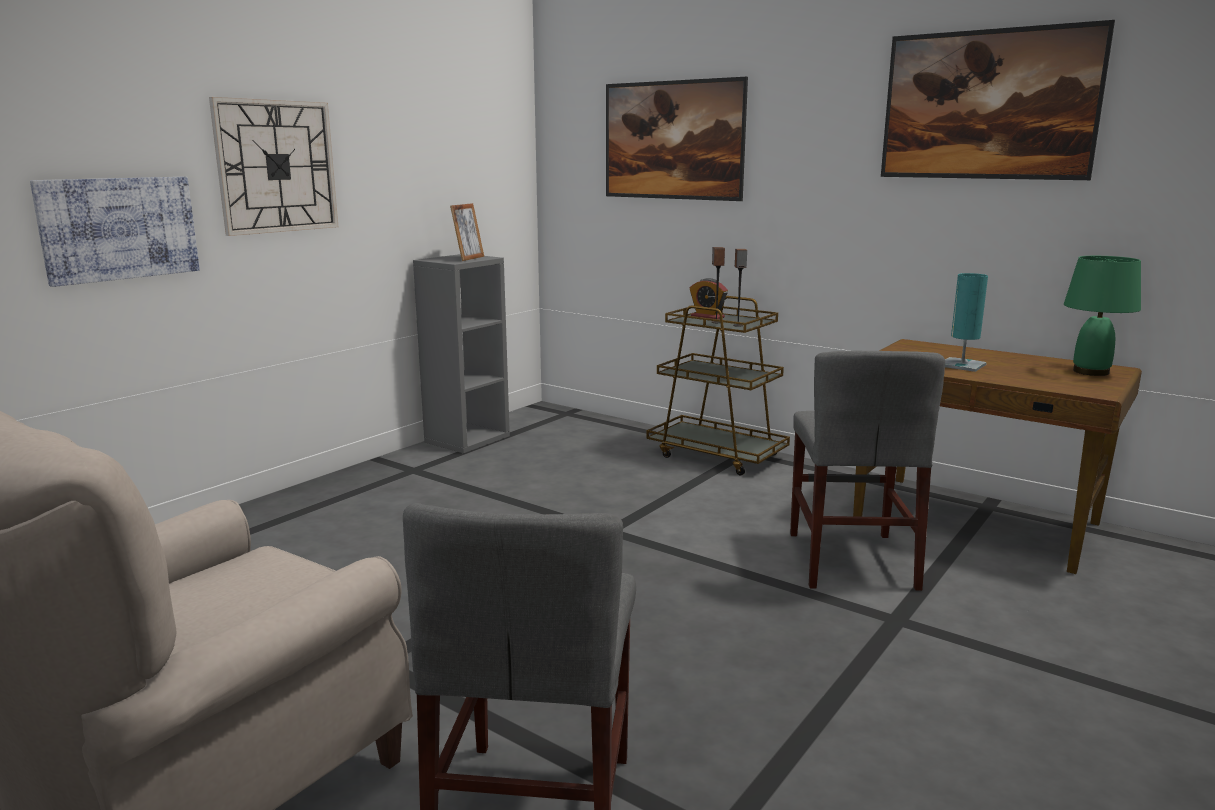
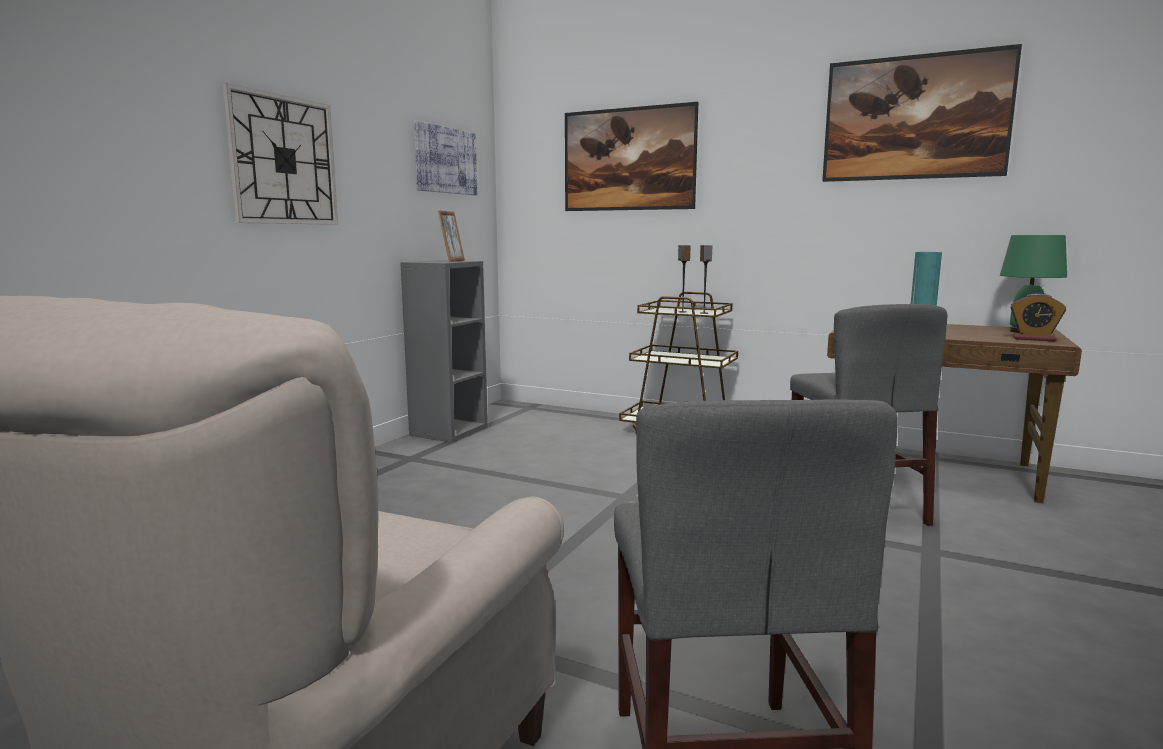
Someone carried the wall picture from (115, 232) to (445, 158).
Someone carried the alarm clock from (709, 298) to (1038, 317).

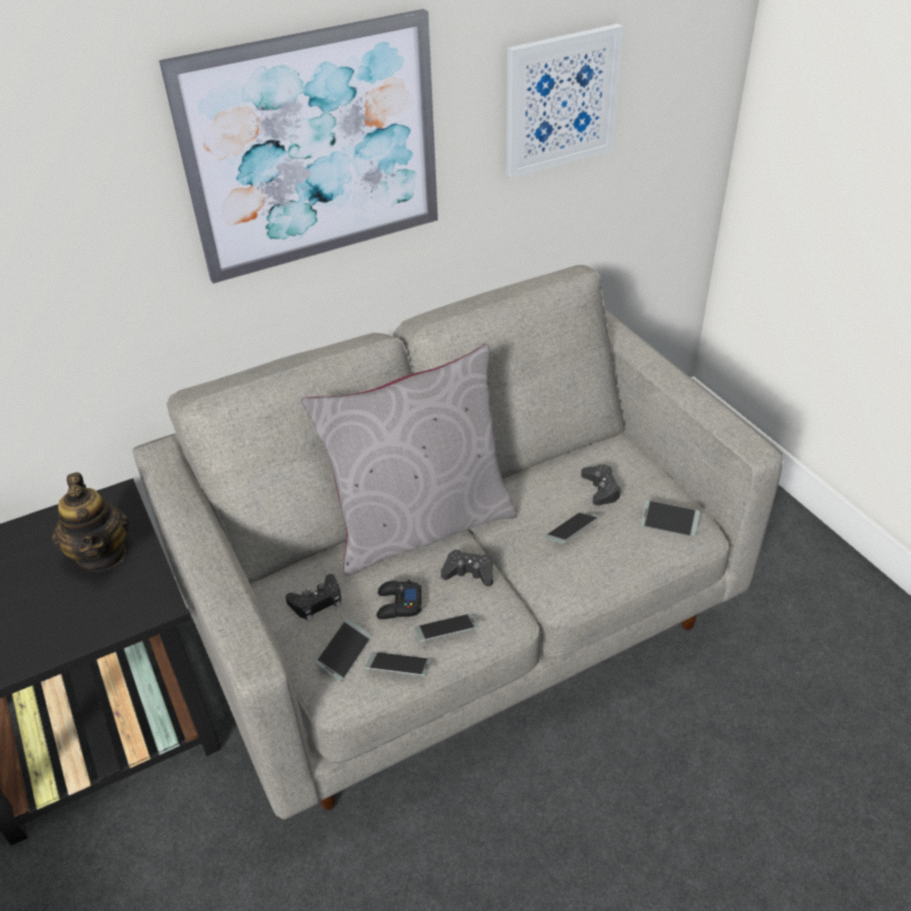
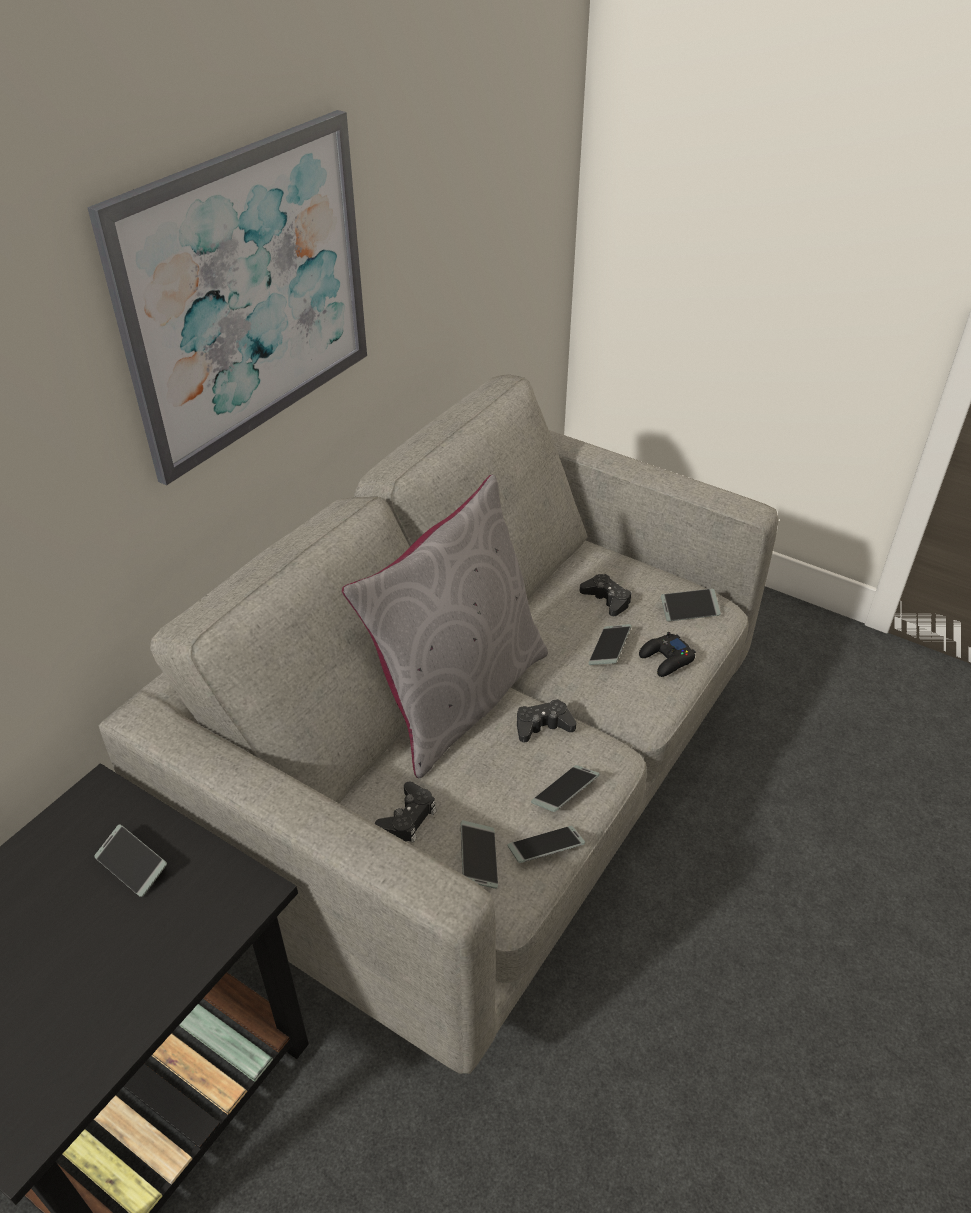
Someone took away the wall picture at (564, 101).
Someone carried the black-coloured game controller from (399, 599) to (667, 654).
Someone swapped the pot for tea at (90, 522) for the phone at (130, 861).

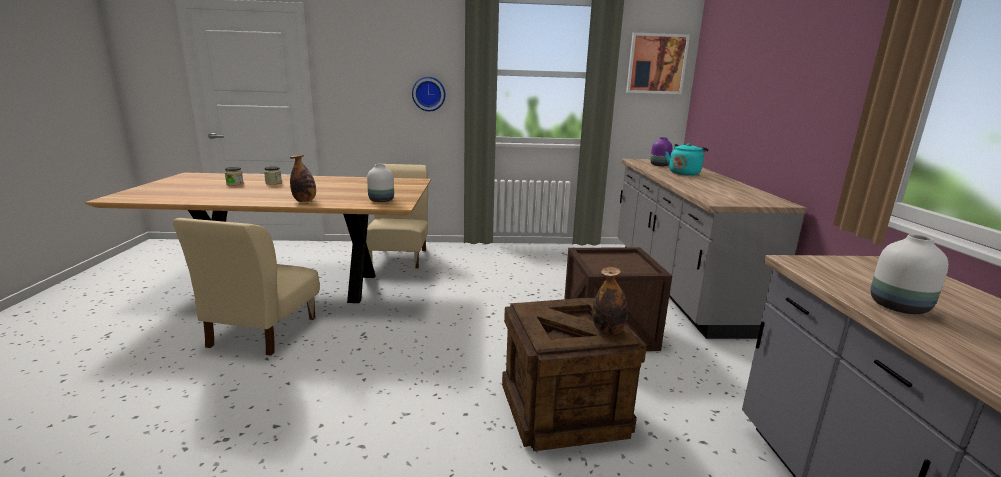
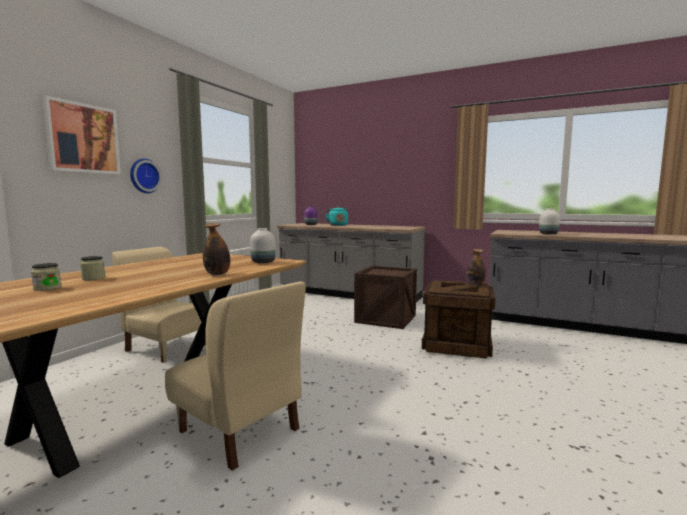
Someone carried the wall picture from (658, 63) to (82, 135).

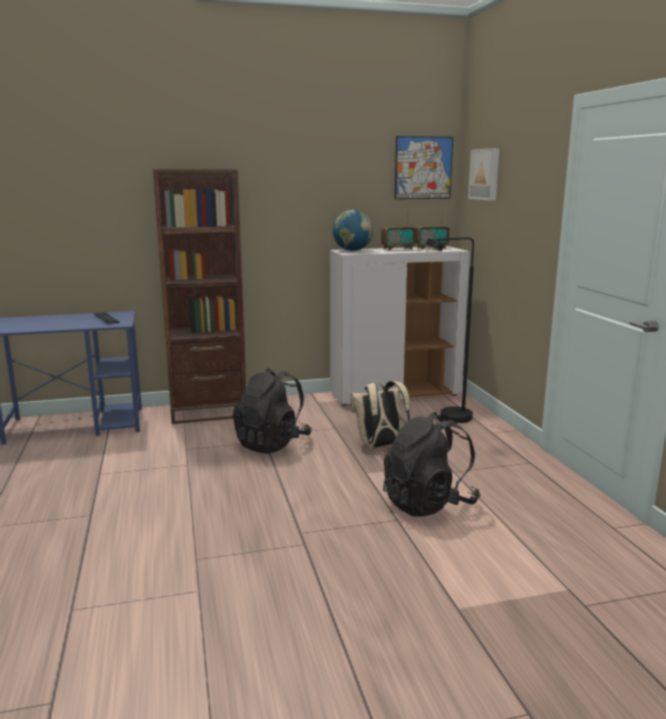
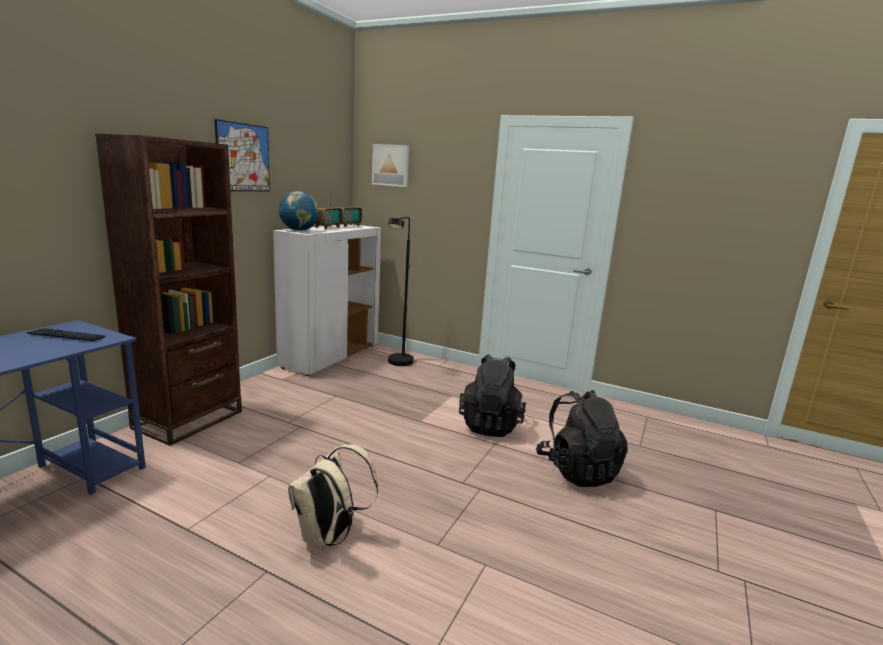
Someone carried the black-coloured rucksack from (272, 411) to (582, 438).
Someone carried the beige rucksack from (380, 414) to (333, 496).
Someone carried the wall picture from (423, 167) to (242, 155).

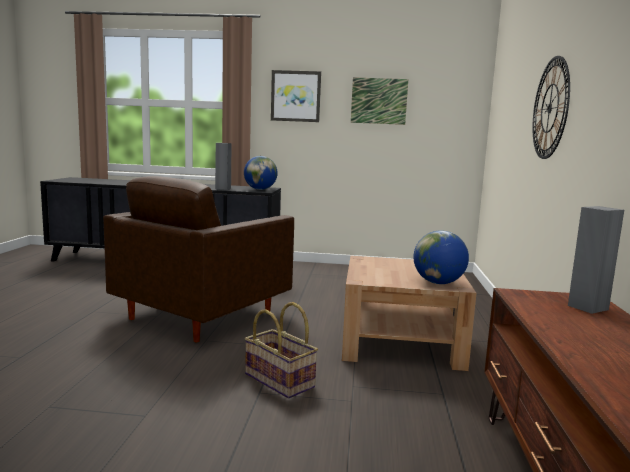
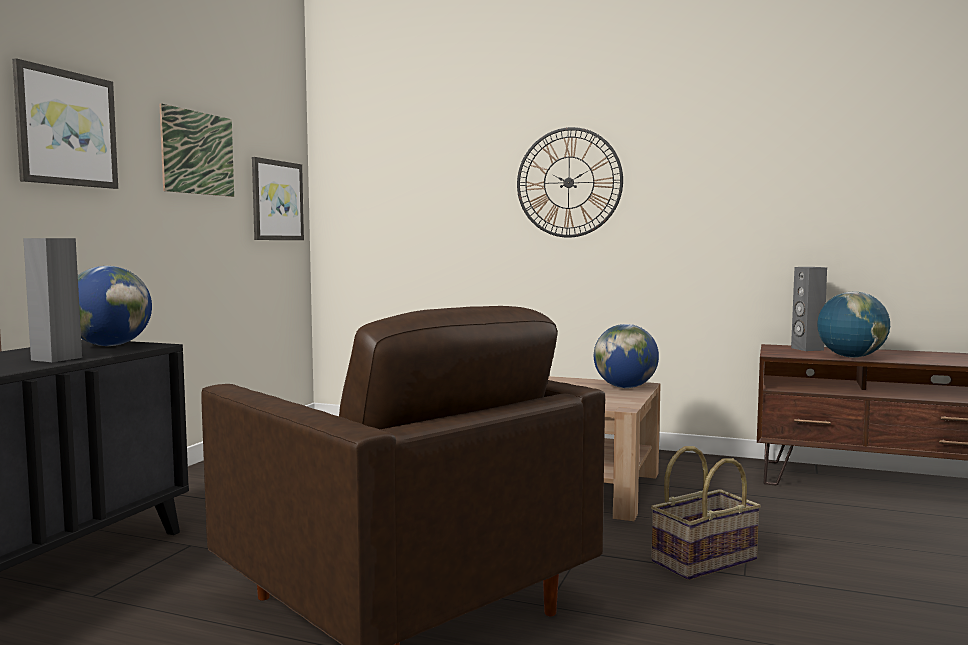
Someone put up the wall picture at (278, 198).
Someone put down the world globe at (853, 324).

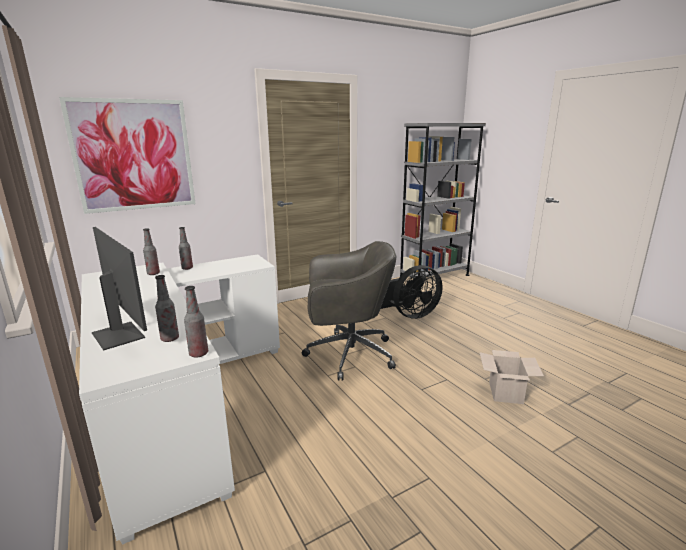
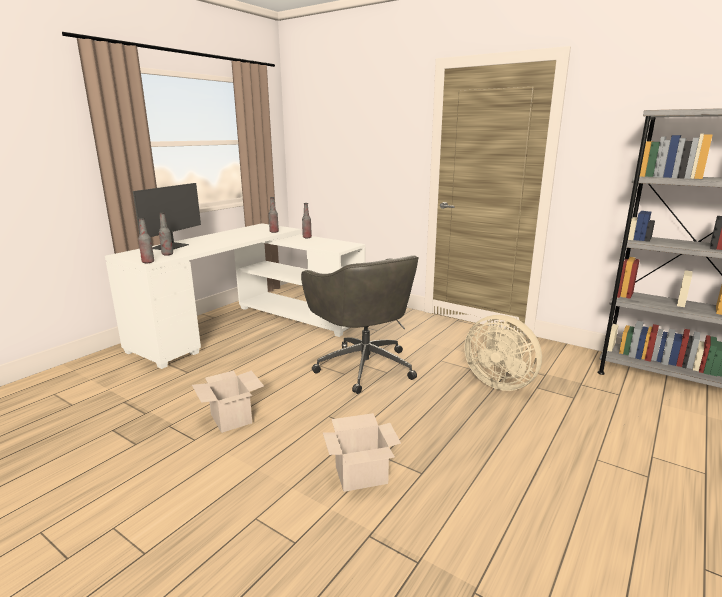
Someone took away the wall picture at (127, 155).
Someone put down the carton at (228, 402).
Someone repainted the black-coloured fan at (412, 292), which became the beige fan at (503, 353).

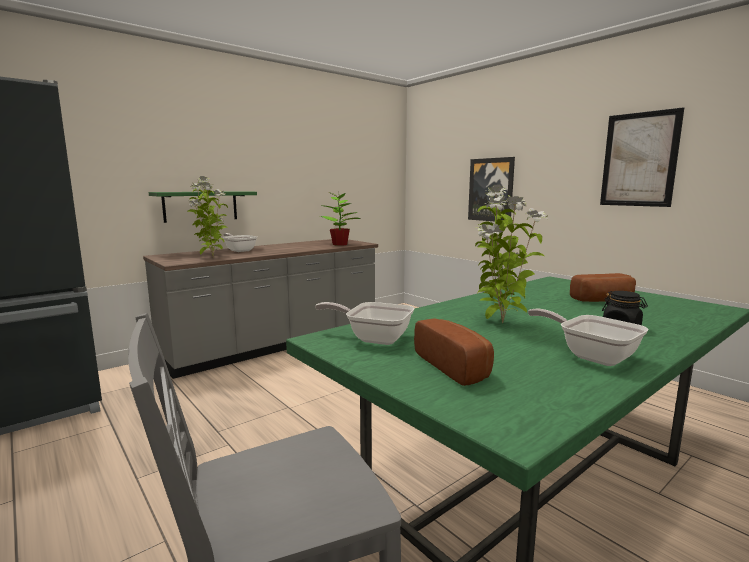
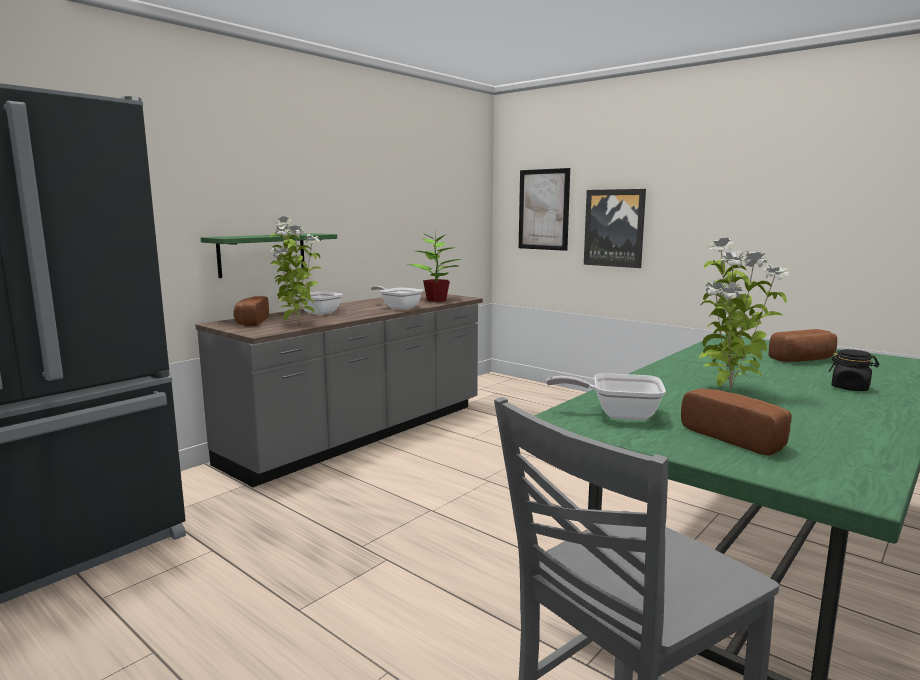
Someone put down the bread at (251, 311).
Someone carried the frying pan from (588, 337) to (397, 298).
Someone carried the wall picture from (642, 157) to (544, 209).

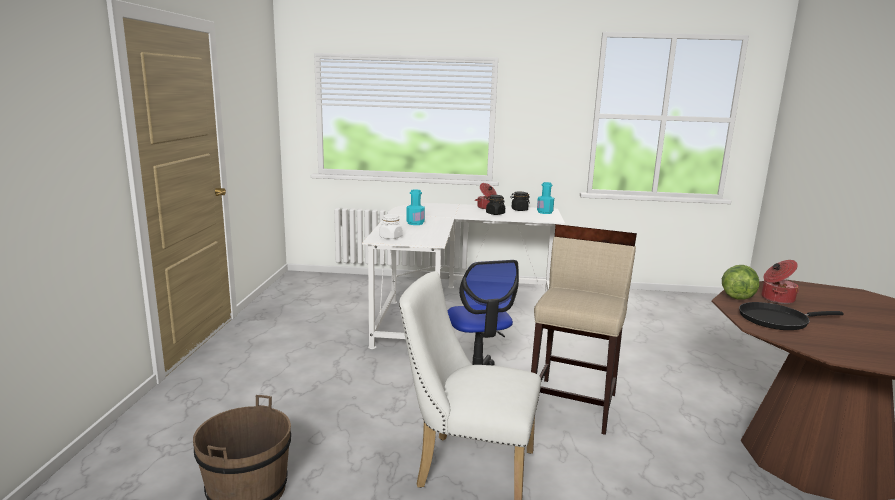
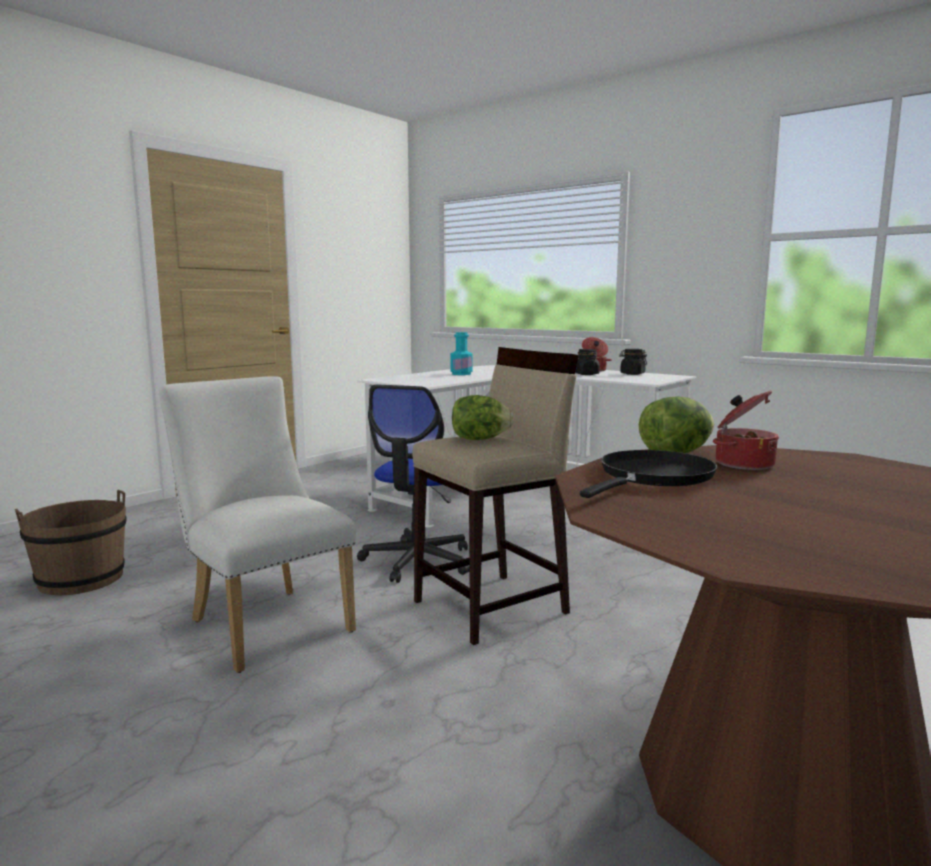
Someone took away the white storage jar at (390, 226).
Someone took away the turquoise-coloured drink bottle at (545, 198).
Someone put down the lettuce head at (483, 417).
Someone rotated the black-coloured frying pan at (791, 316) by 105 degrees clockwise.

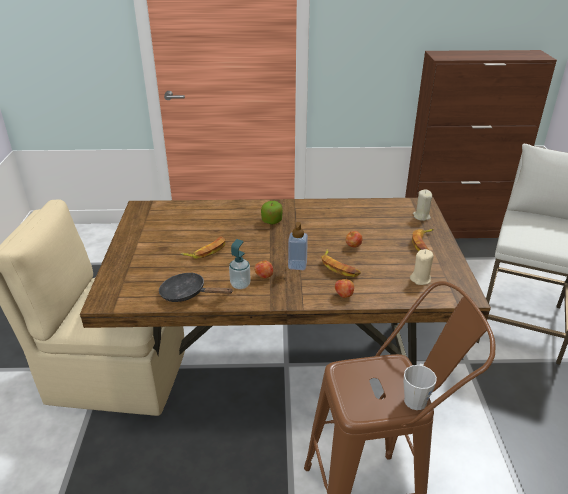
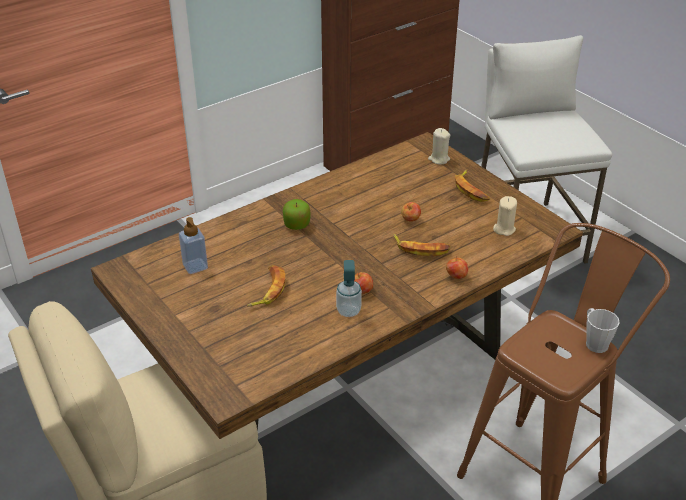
Someone took away the black-coloured frying pan at (196, 287).
Someone carried the soap bottle from (298, 246) to (193, 245).

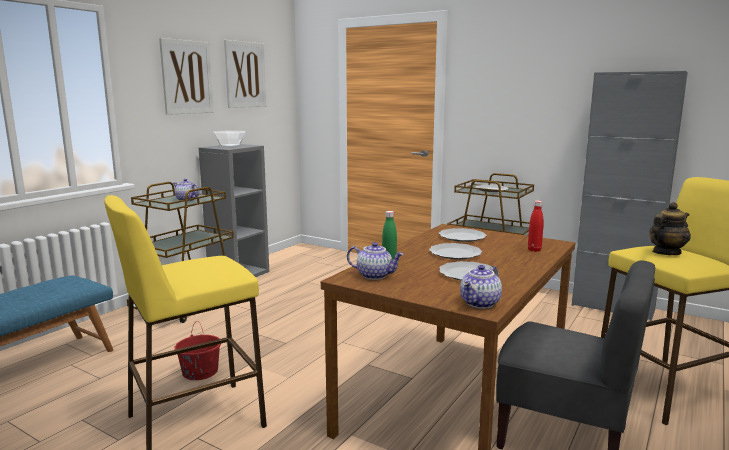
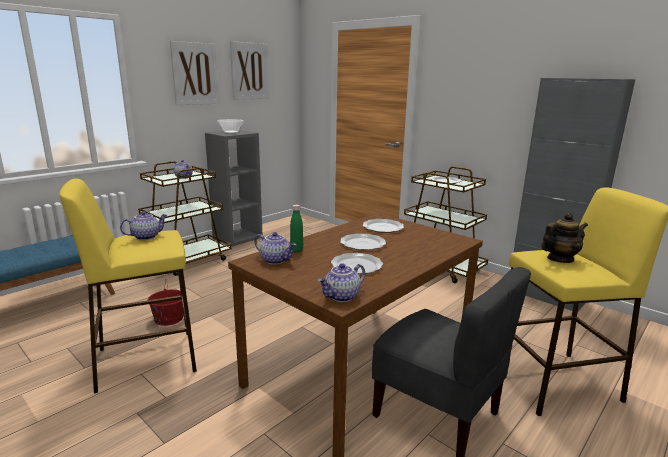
Someone took away the reddish drink bottle at (536, 226).
Someone put down the pot for tea at (143, 225).

